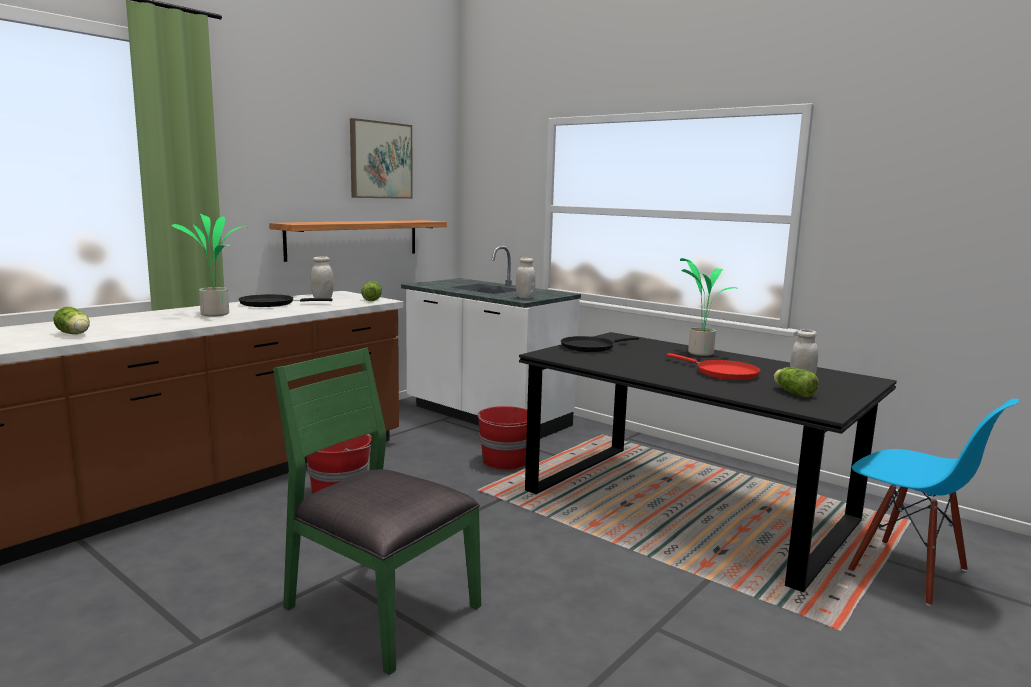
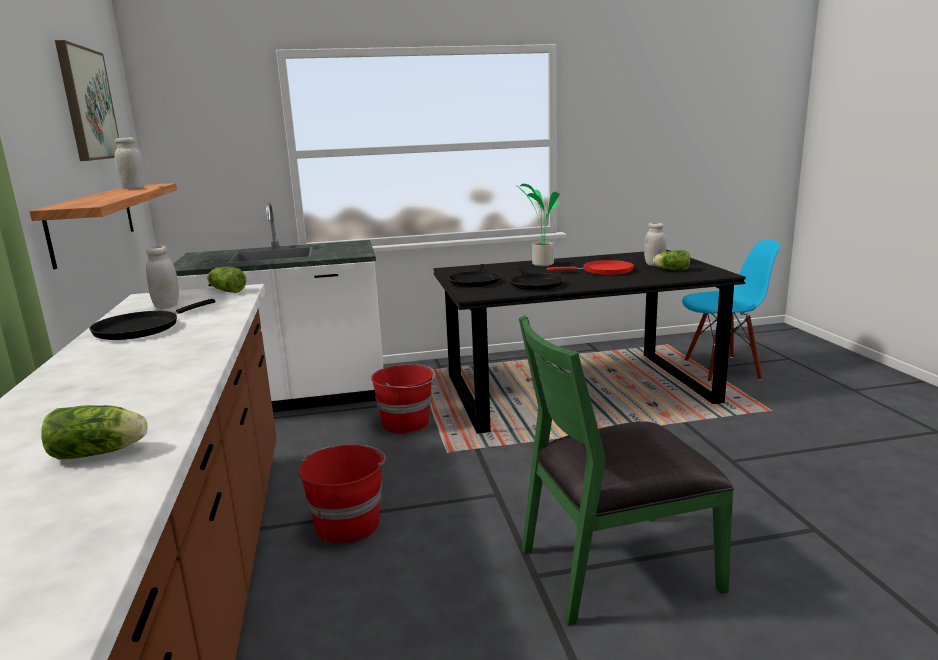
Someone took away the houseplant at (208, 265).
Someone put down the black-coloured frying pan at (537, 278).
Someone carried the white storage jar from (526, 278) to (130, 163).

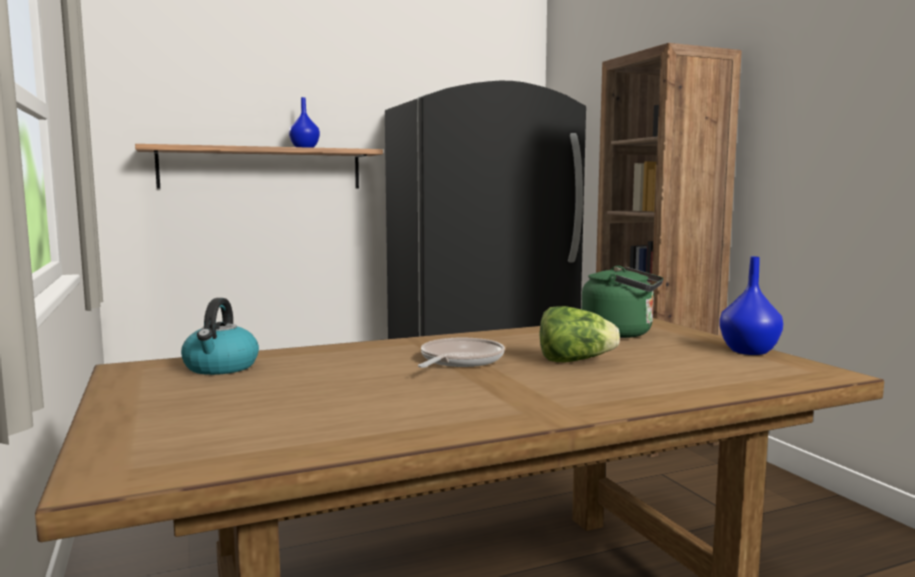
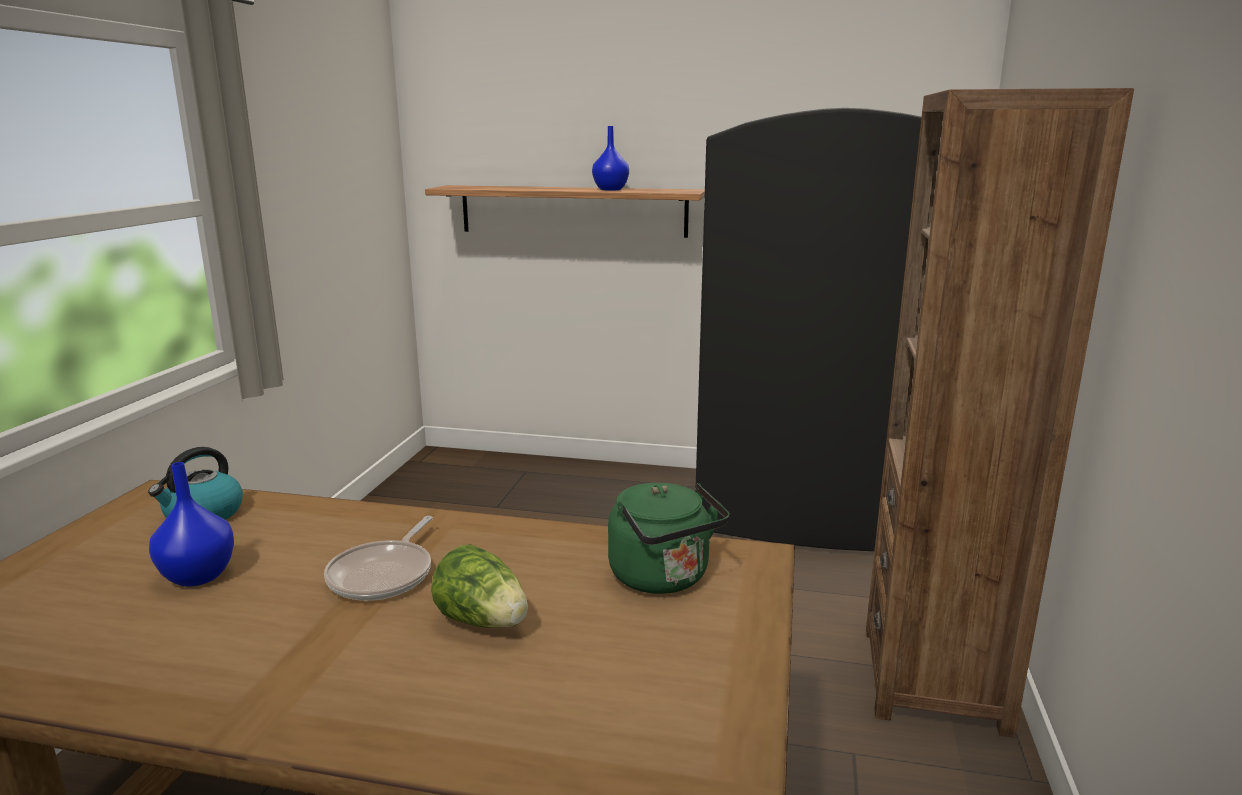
Someone carried the blue-coloured flower vase from (751, 306) to (191, 524).
Someone rotated the frying pan at (461, 353) by 135 degrees clockwise.

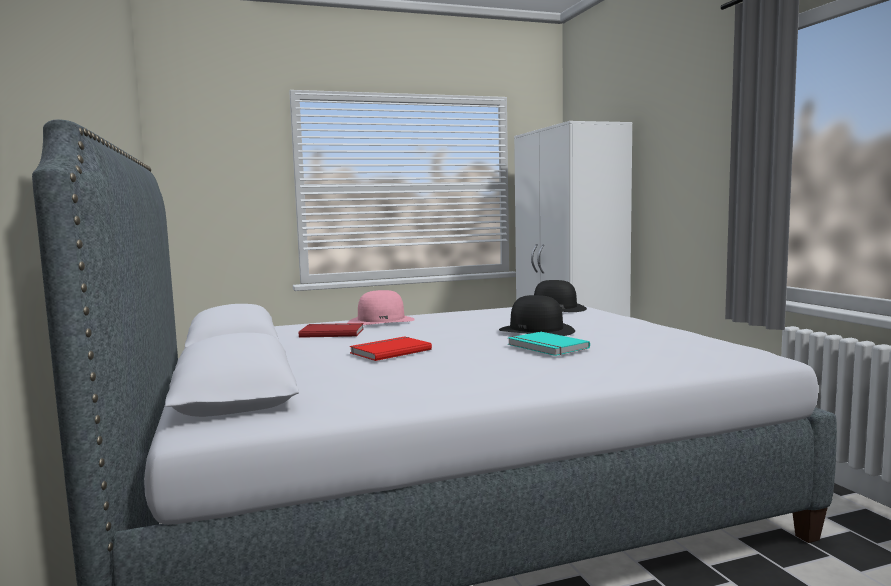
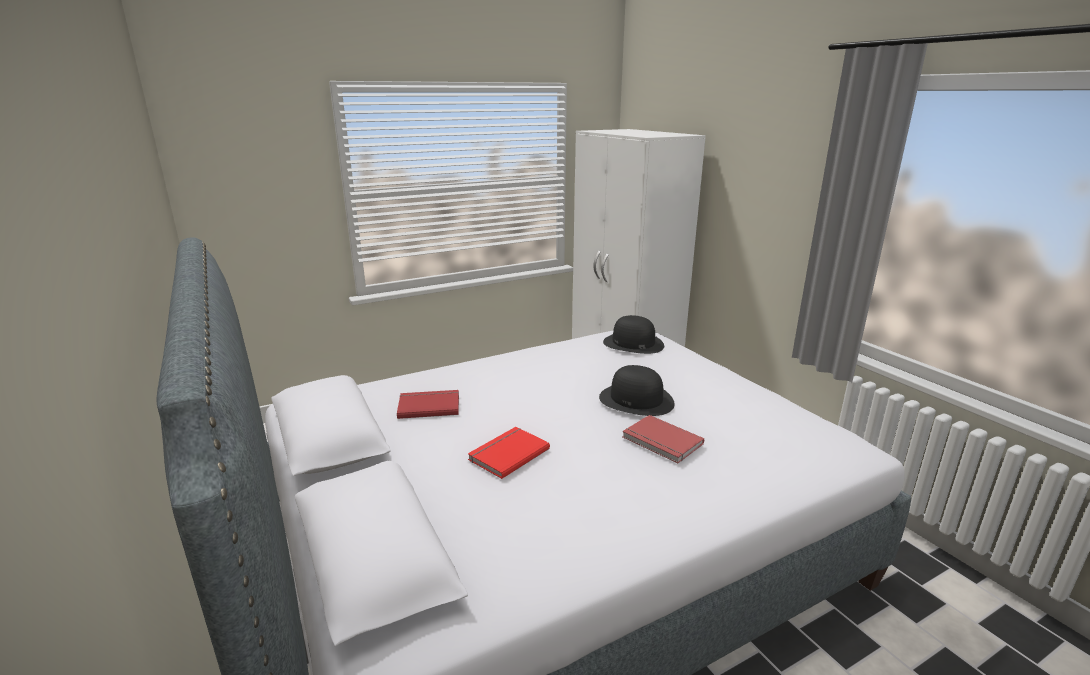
Someone took away the pink-coloured hat at (381, 307).
Someone repainted the turquoise-coloured volume at (549, 344), which became the reddish volume at (663, 439).

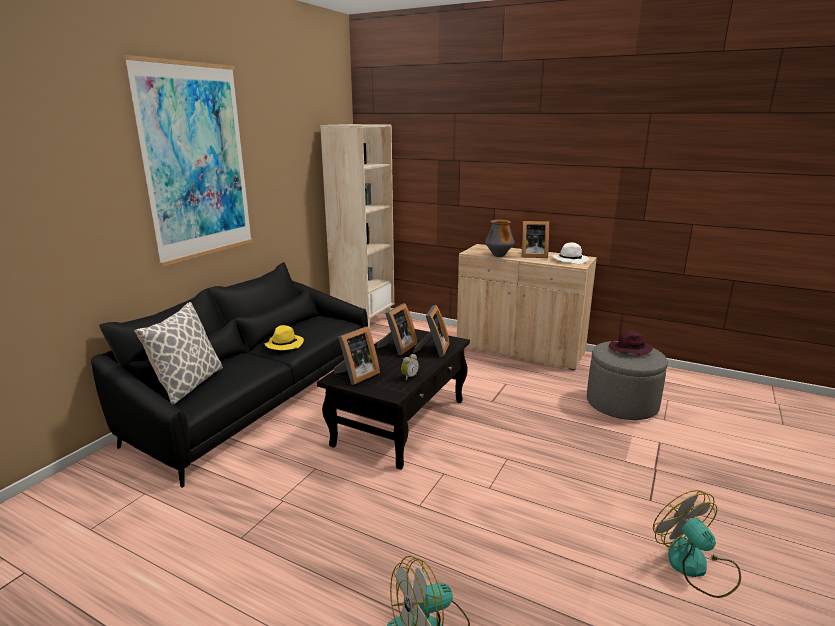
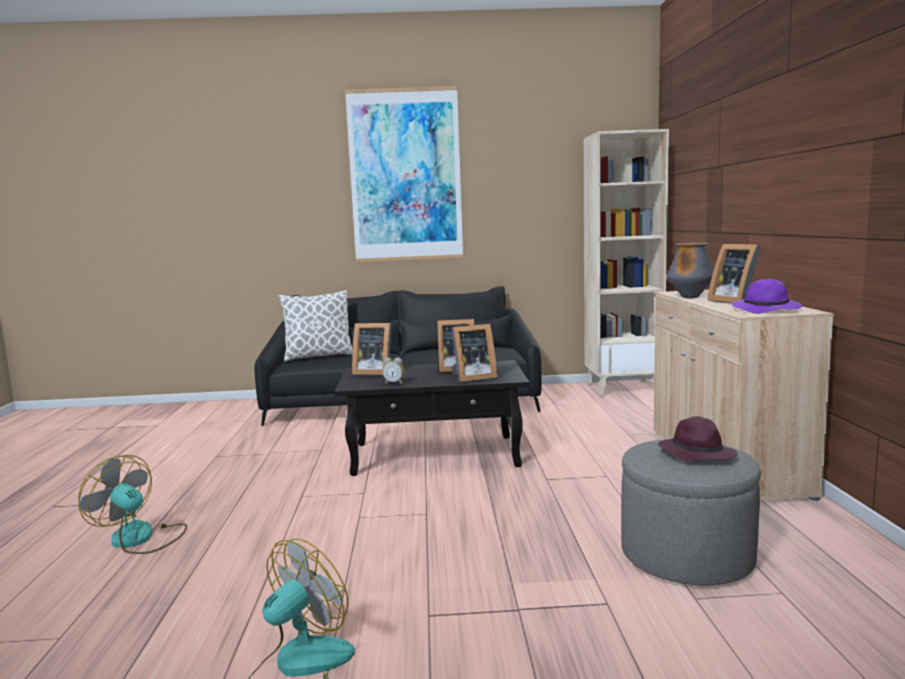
Someone took away the yellow-coloured hat at (284, 337).
Someone repainted the white hat at (571, 253), which became the purplish hat at (767, 296).

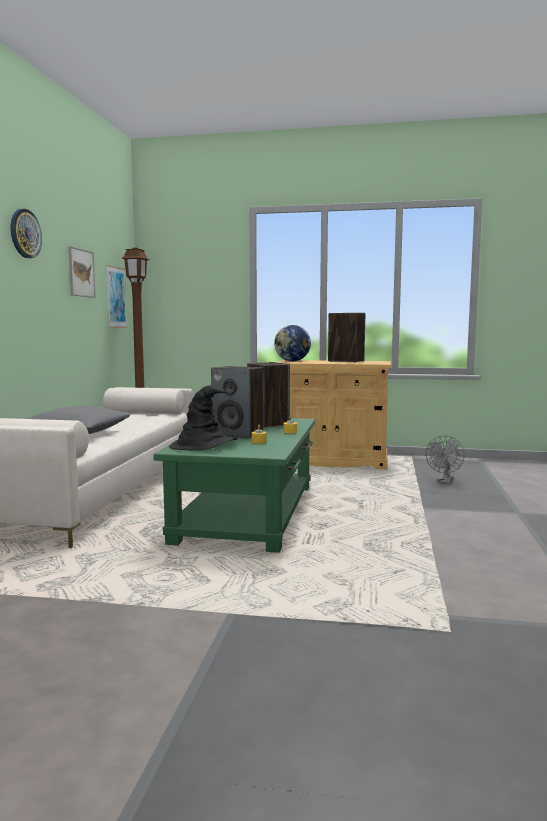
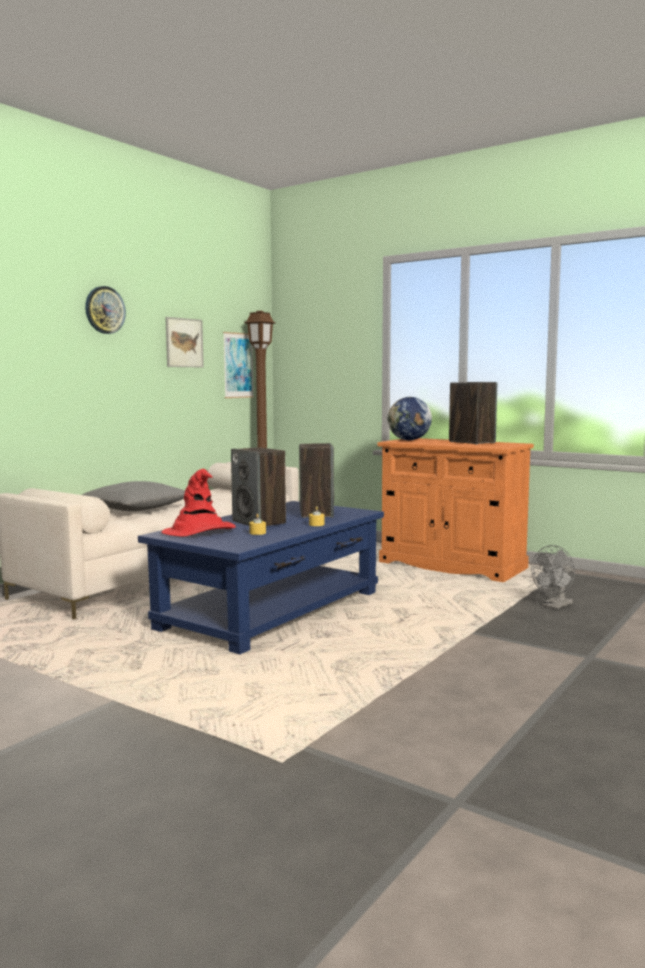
Someone repainted the green low table at (234, 485), which became the blue-coloured low table at (261, 577).
Someone repainted the black-coloured hat at (203, 418), which became the reddish hat at (198, 503).
Someone repainted the beige cabinet at (334, 415), which became the orange-coloured cabinet at (455, 510).

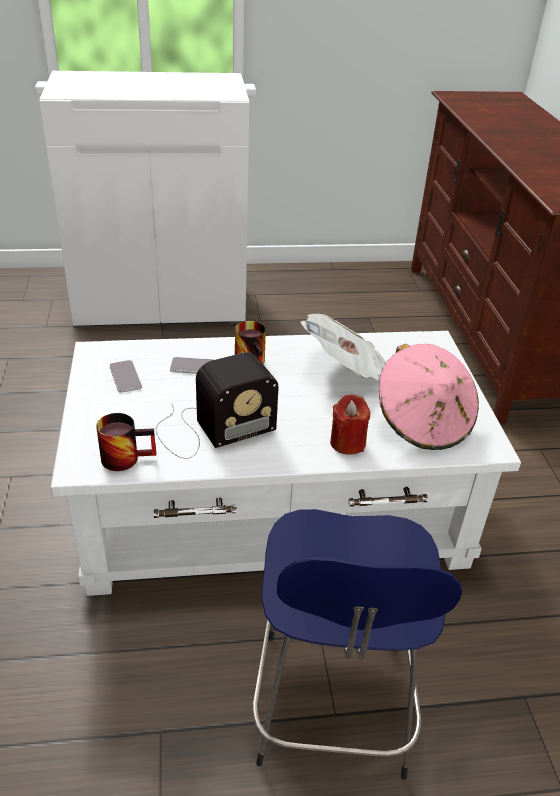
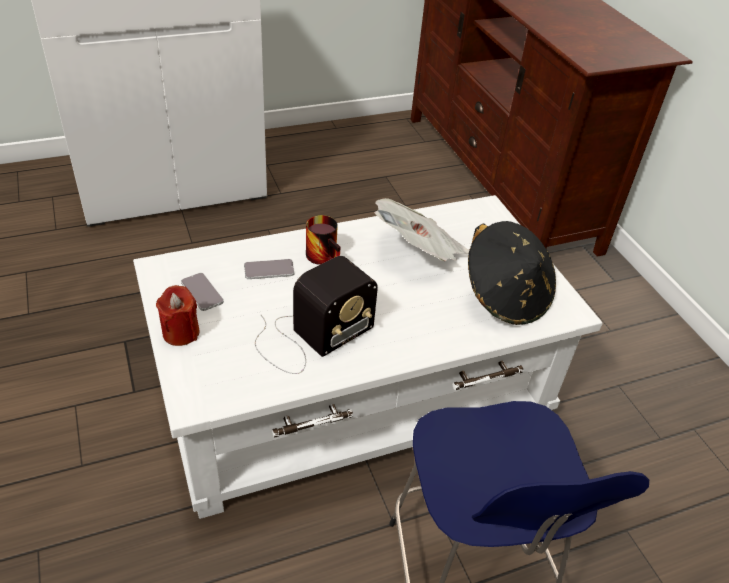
Someone took away the tea mug at (126, 442).
Someone carried the reddish candle from (350, 424) to (178, 315).
Someone repainted the pink-coloured hat at (429, 397), which became the black-coloured hat at (512, 273).

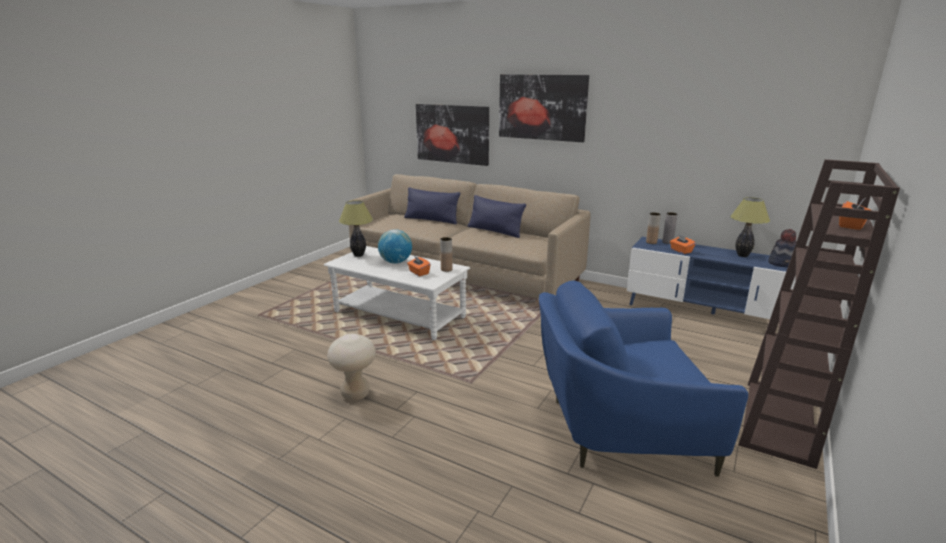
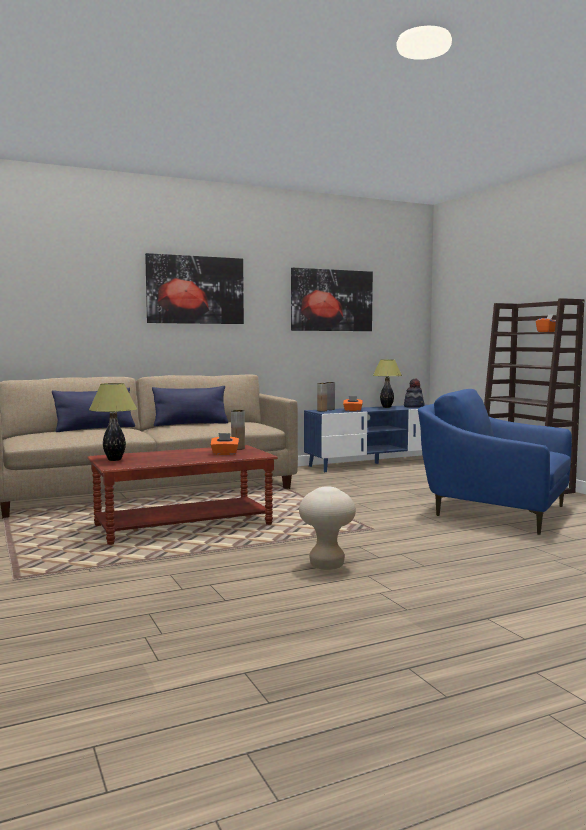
Someone took away the world globe at (395, 246).
Someone carried the wall picture from (452, 135) to (332, 299).
Someone repainted the white low table at (397, 293), which became the brown-coloured low table at (182, 495).
Someone rotated the blue-coloured easy chair at (643, 378) by 90 degrees clockwise.

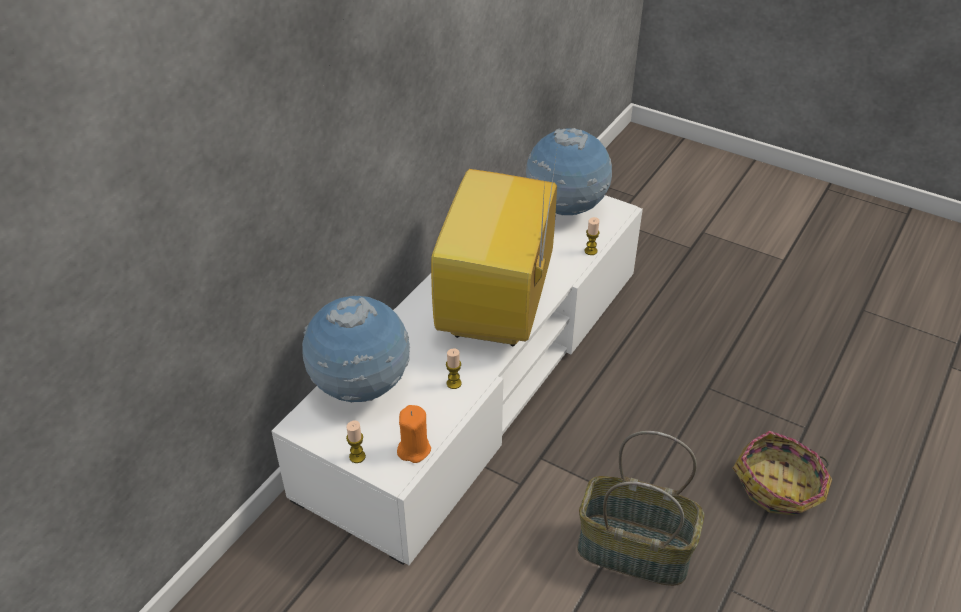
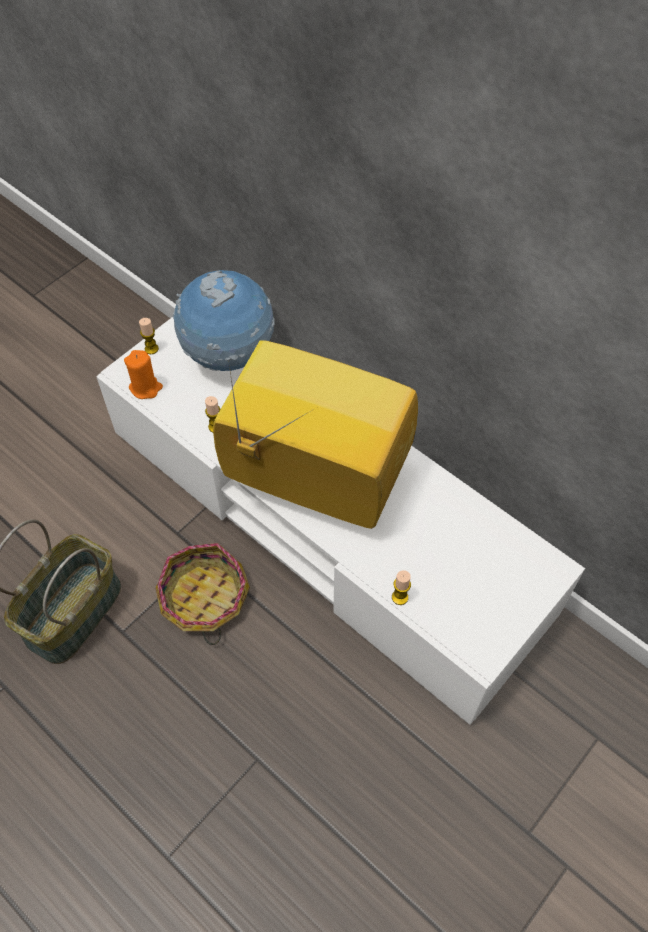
Someone took away the world globe at (569, 171).
Someone carried the basket from (782, 473) to (202, 594).

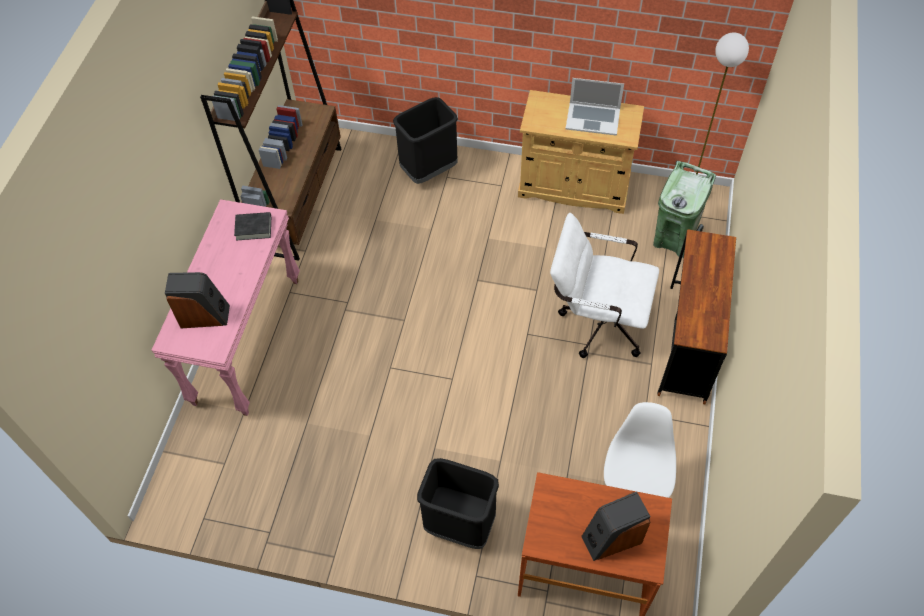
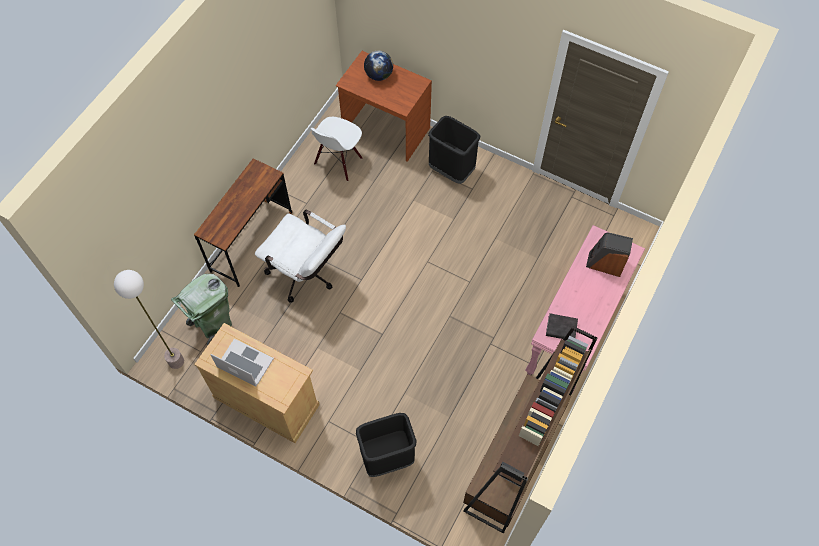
Someone swapped the audio speaker at (616, 526) for the world globe at (378, 66).

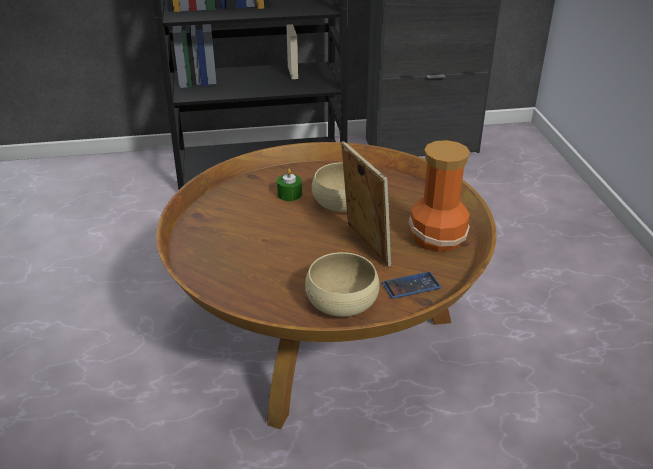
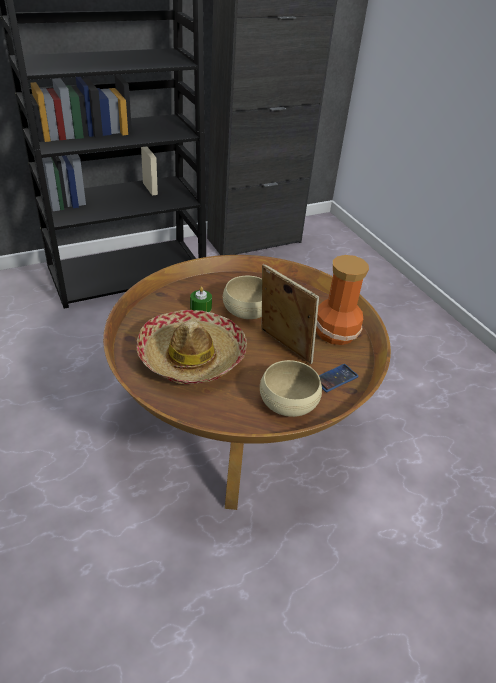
Someone put down the hat at (192, 347).

